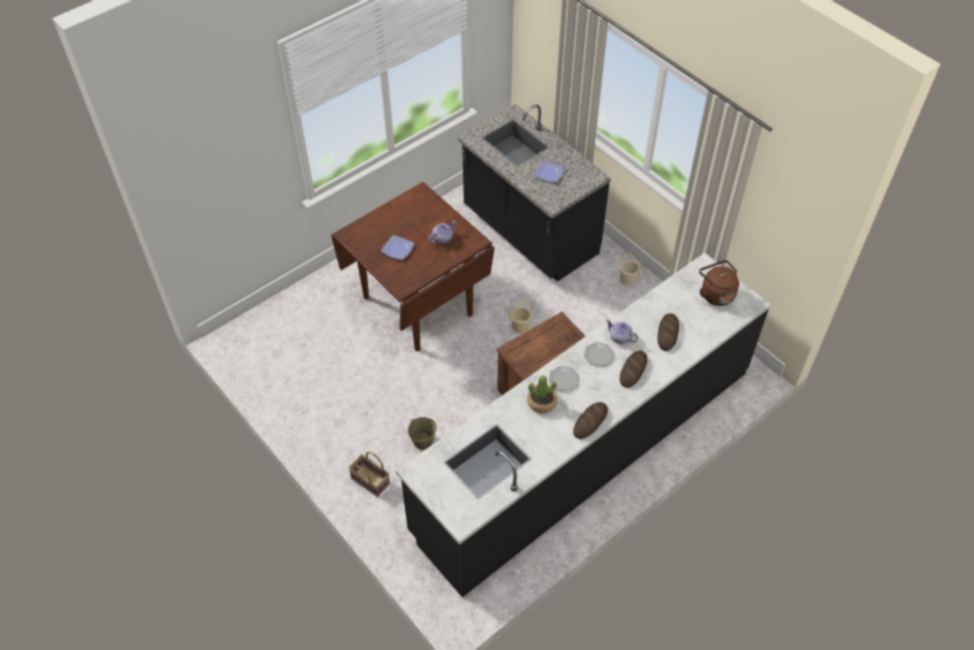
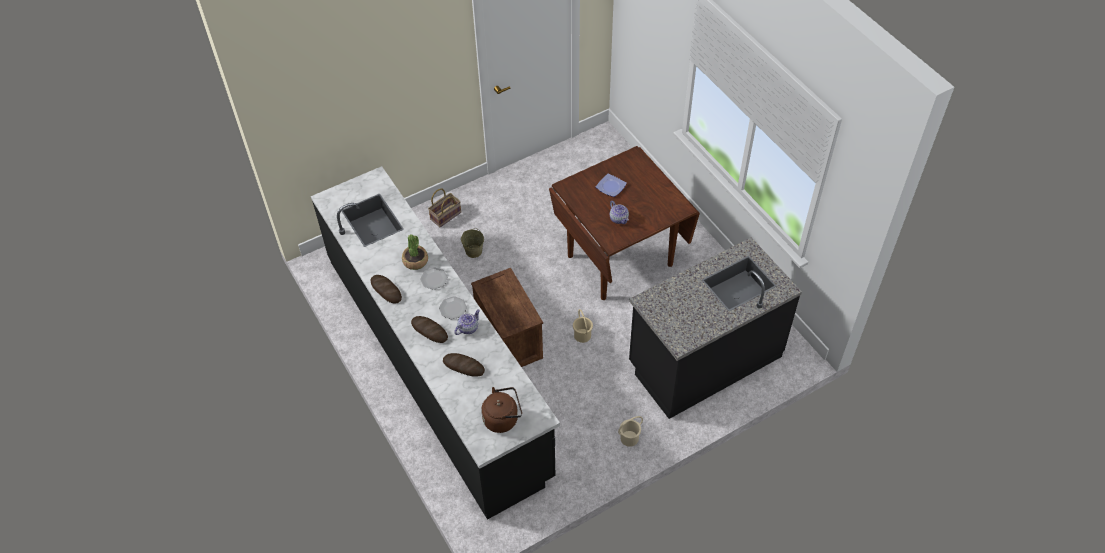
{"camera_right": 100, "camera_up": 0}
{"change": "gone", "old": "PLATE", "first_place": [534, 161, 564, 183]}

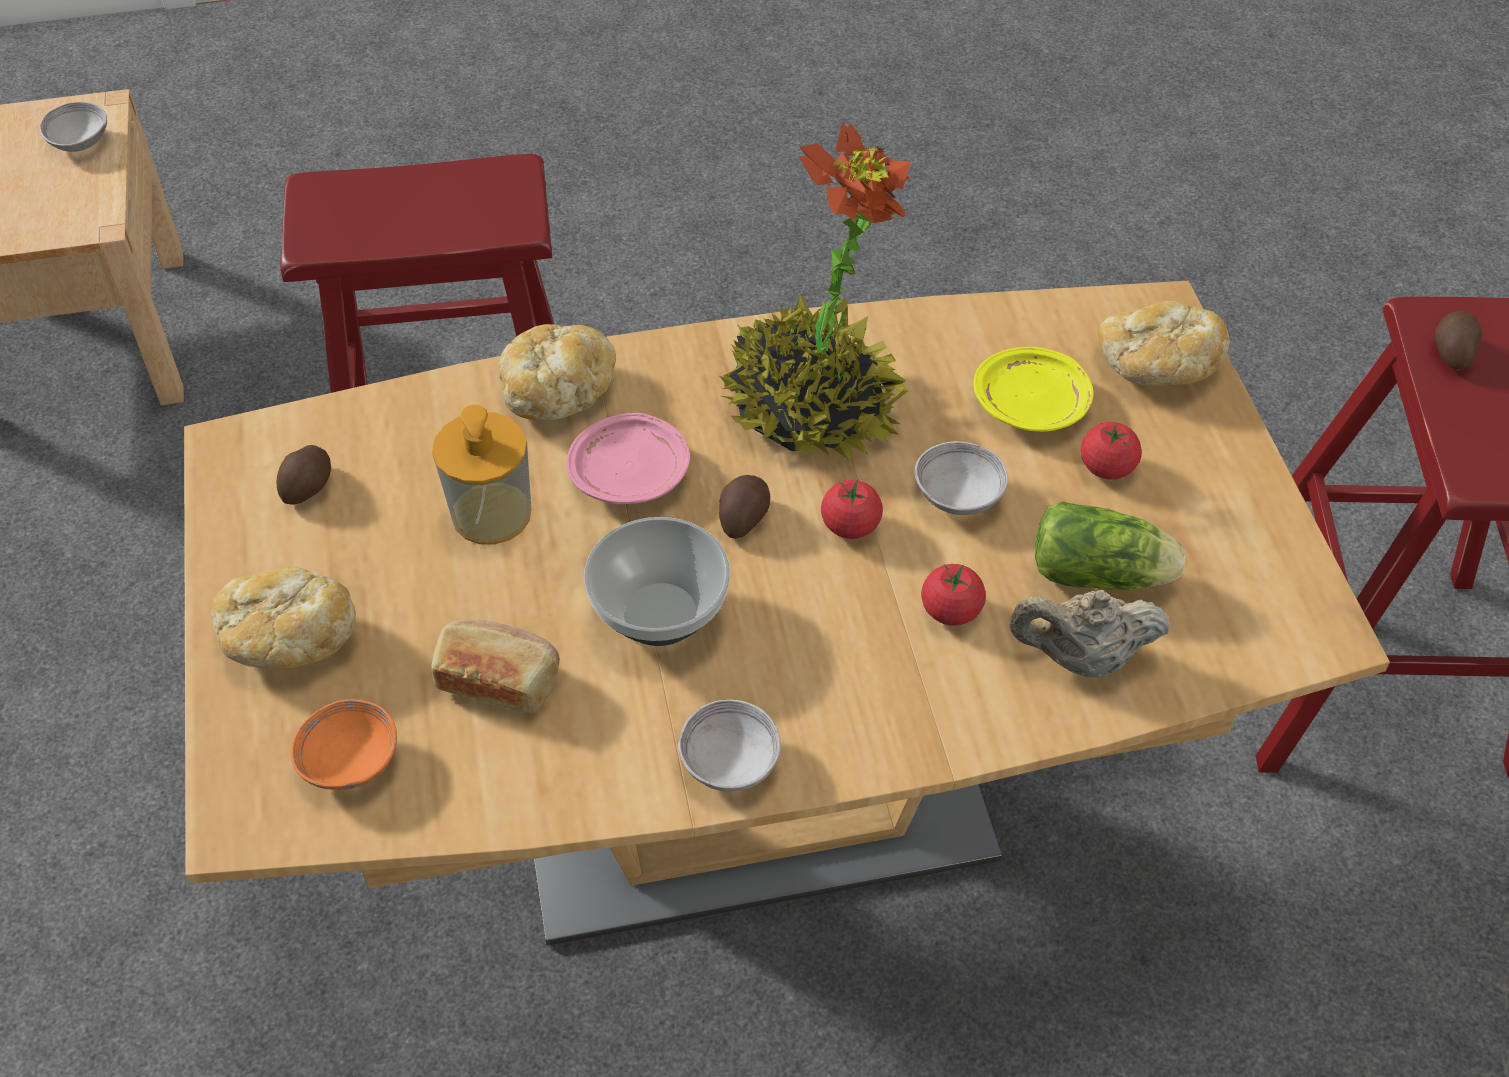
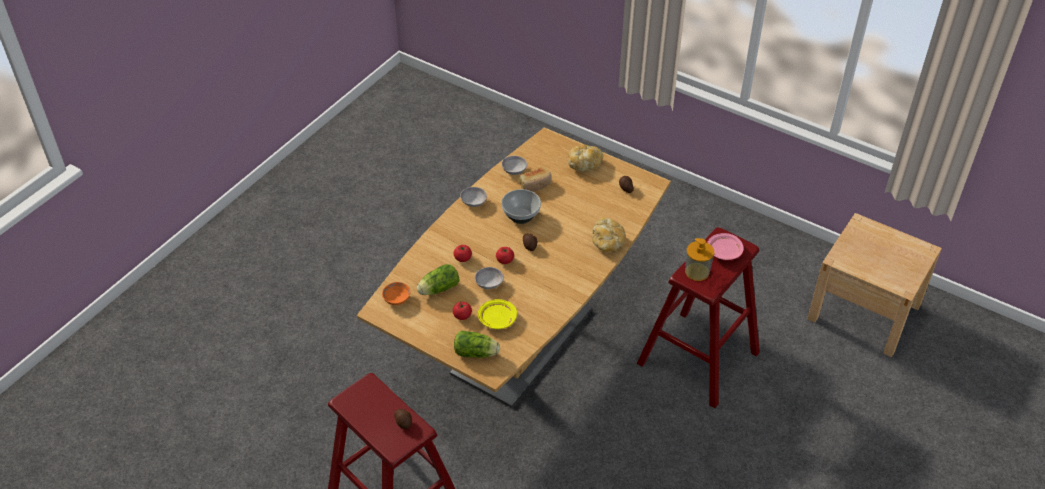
{"camera_right": 135, "camera_up": -5}
{"change": "shifted", "old": "GREY BOWL", "first_place": [40, 102, 107, 152], "second_place": [501, 156, 527, 175]}
{"change": "gone", "old": "POTTED PLANT", "first_place": [720, 122, 911, 460]}
{"change": "swapped", "old": "BREAD", "new": "LETTUCE", "first_place": [1098, 301, 1230, 386], "second_place": [454, 330, 500, 358]}
{"change": "shifted", "old": "SOAP DISPENSER", "first_place": [432, 405, 531, 545], "second_place": [685, 238, 714, 281]}
{"change": "shifted", "old": "PINK PLATE", "first_place": [566, 413, 690, 504], "second_place": [707, 233, 744, 260]}
{"change": "gone", "old": "BEIGE TEAPOT", "first_place": [1009, 590, 1171, 677]}
{"change": "shifted", "old": "ORANGE BOWL", "first_place": [291, 699, 397, 790], "second_place": [382, 282, 410, 305]}

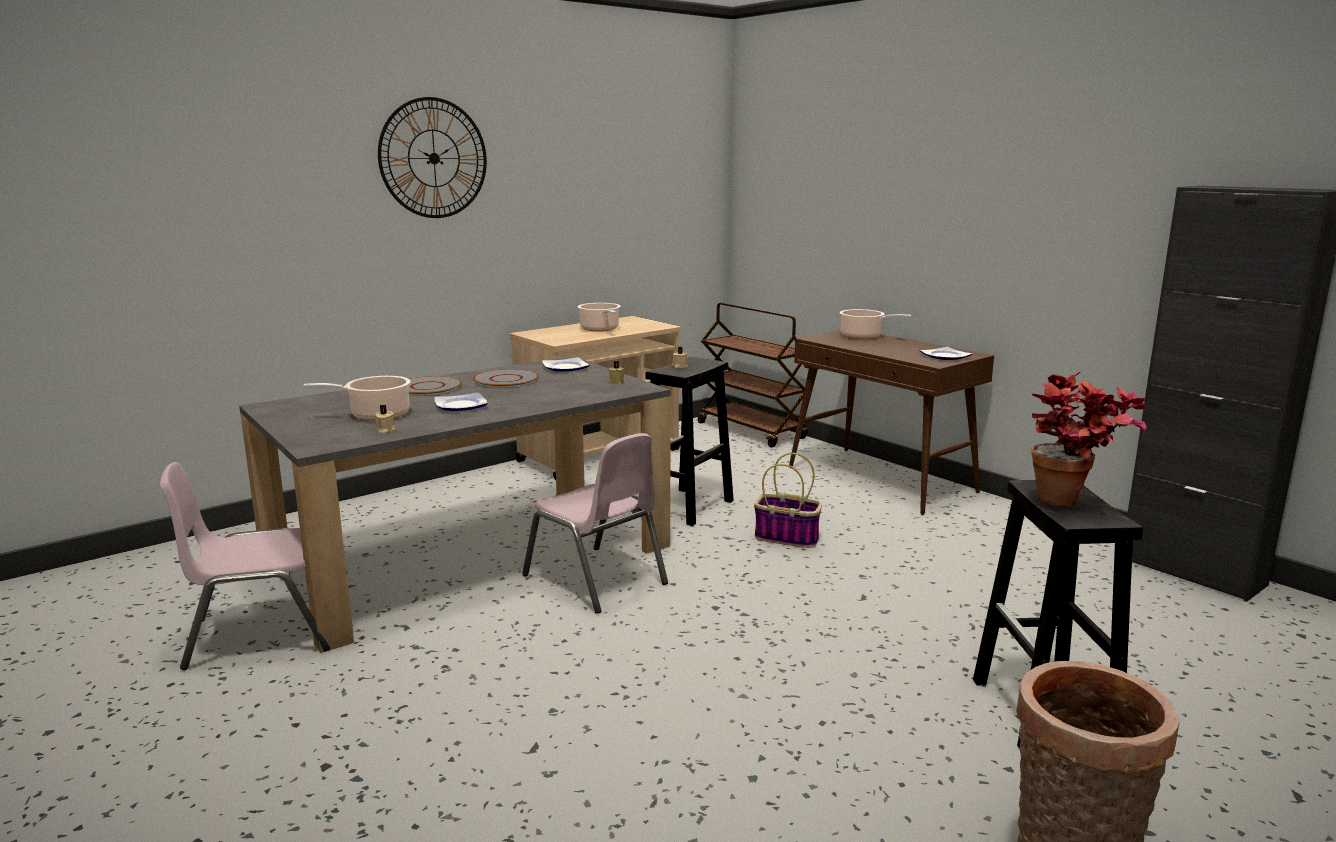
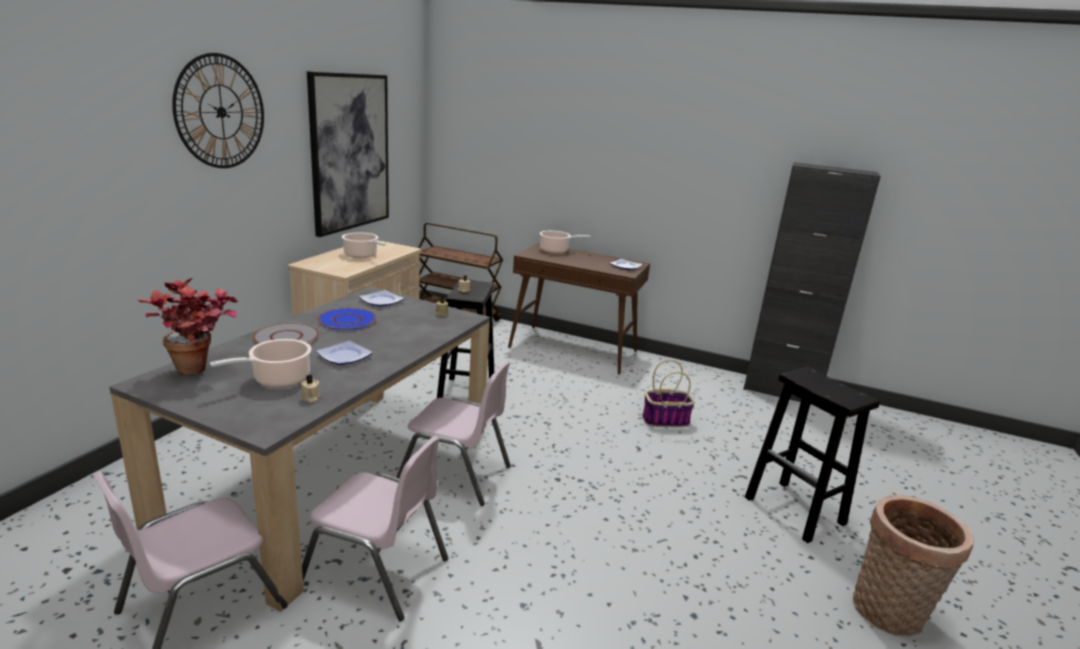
{"camera_right": -30, "camera_up": 5}
{"change": "repainted", "old": "GREY PLATE", "new": "BLUE PLATE", "first_place": [473, 369, 539, 387], "second_place": [318, 308, 377, 330]}
{"change": "shifted", "old": "POTTED PLANT", "first_place": [1031, 372, 1147, 507], "second_place": [138, 278, 238, 375]}
{"change": "shifted", "old": "BASKET", "first_place": [754, 453, 822, 548], "second_place": [642, 360, 695, 427]}
{"change": "new", "new": "PICTURE", "second_place": [307, 71, 389, 237]}
{"change": "new", "new": "PINK CHAIR", "second_place": [302, 436, 448, 621]}

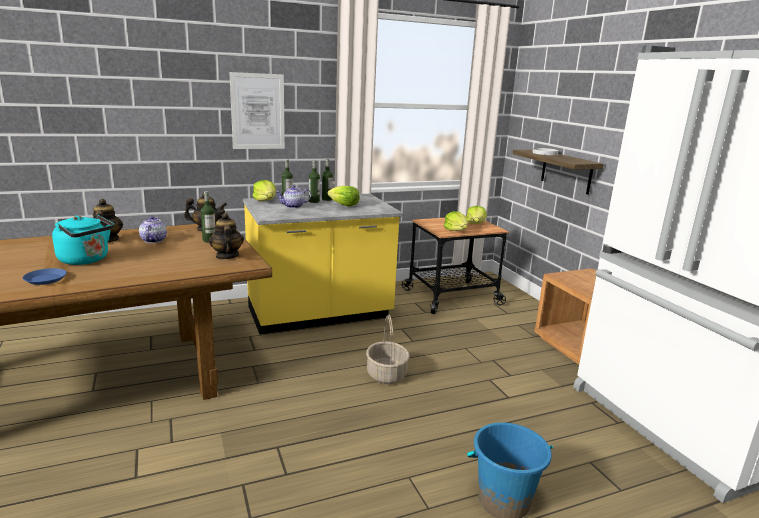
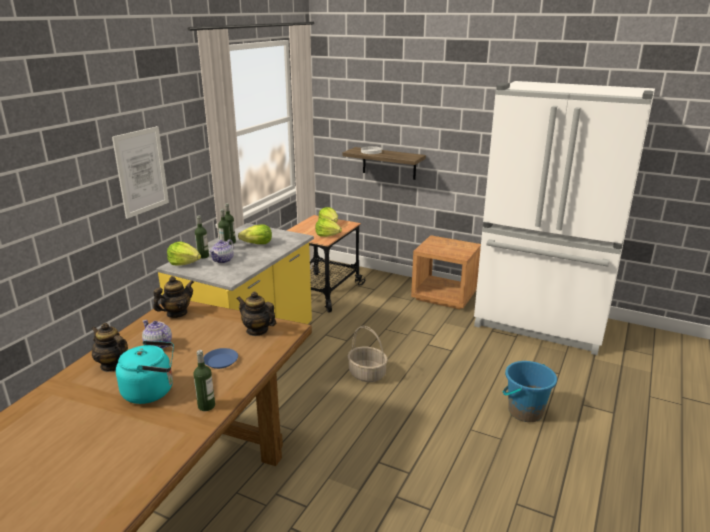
{"camera_right": -40, "camera_up": 5}
{"change": "shifted", "old": "BOTTLE", "first_place": [201, 191, 215, 242], "second_place": [193, 350, 215, 411]}
{"change": "shifted", "old": "BLUE PLATE", "first_place": [23, 268, 67, 285], "second_place": [204, 348, 238, 369]}

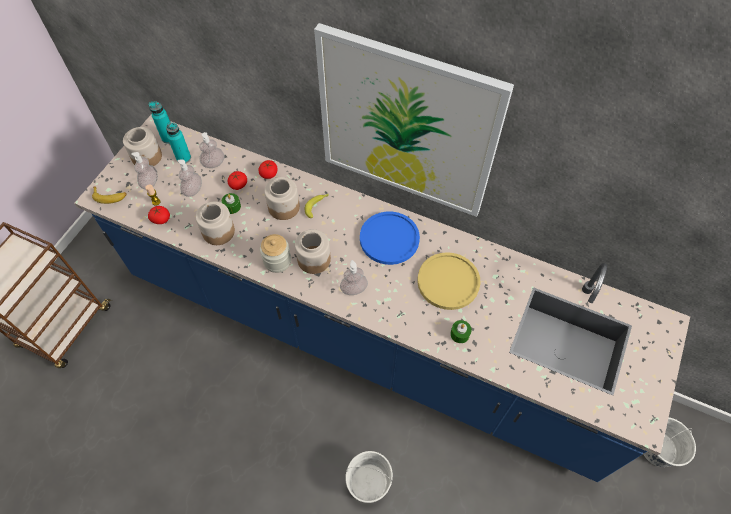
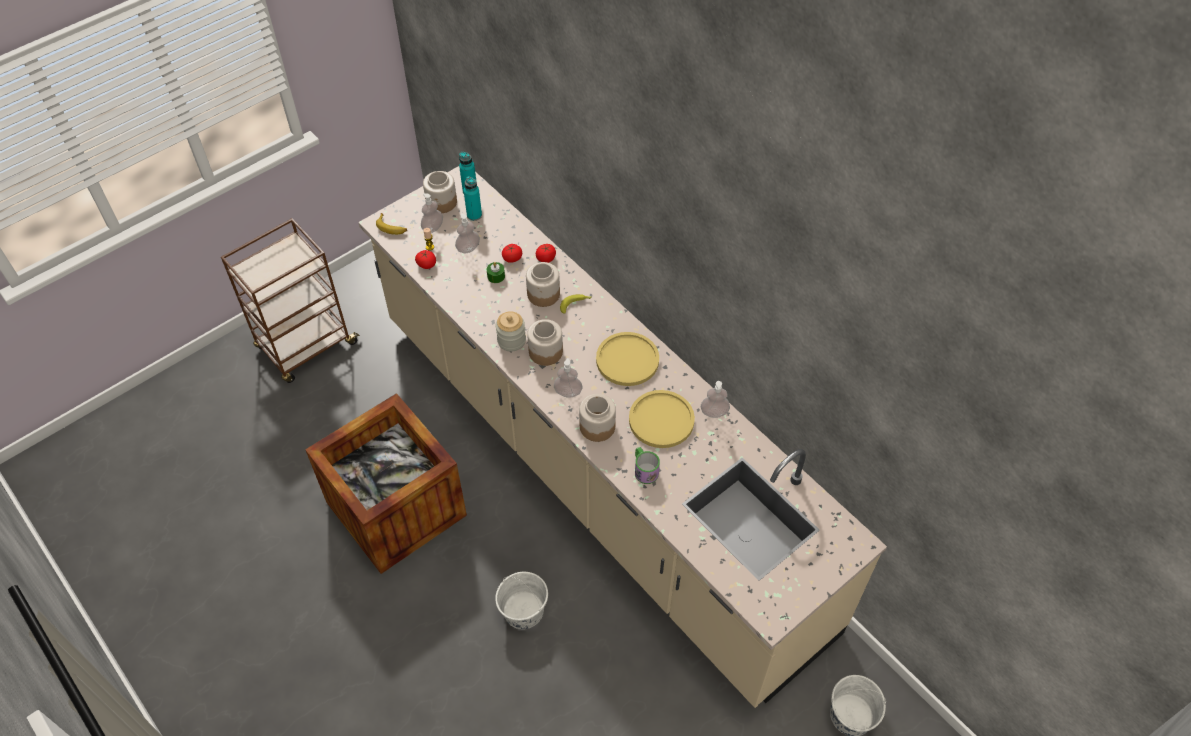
{"camera_right": 25, "camera_up": -5}
{"change": "gone", "old": "PICTURE", "first_place": [314, 23, 514, 217]}
{"change": "repainted", "old": "BLUE COUNTER", "new": "BEIGE COUNTER", "first_place": [74, 114, 690, 482], "second_place": [358, 166, 887, 708]}
{"change": "shifted", "old": "SOAP DISPENSER", "first_place": [199, 132, 225, 168], "second_place": [701, 381, 730, 418]}
{"change": "shifted", "old": "JAR", "first_place": [196, 201, 235, 245], "second_place": [579, 394, 616, 442]}
{"change": "repainted", "old": "BLUE PLATE", "new": "YELLOW PLATE", "first_place": [360, 211, 420, 265], "second_place": [596, 332, 659, 386]}
{"change": "swapped", "old": "GREEN CANDLE", "new": "MUG", "first_place": [450, 320, 472, 343], "second_place": [635, 447, 660, 484]}
{"change": "new", "new": "CRATE", "second_place": [305, 393, 467, 574]}

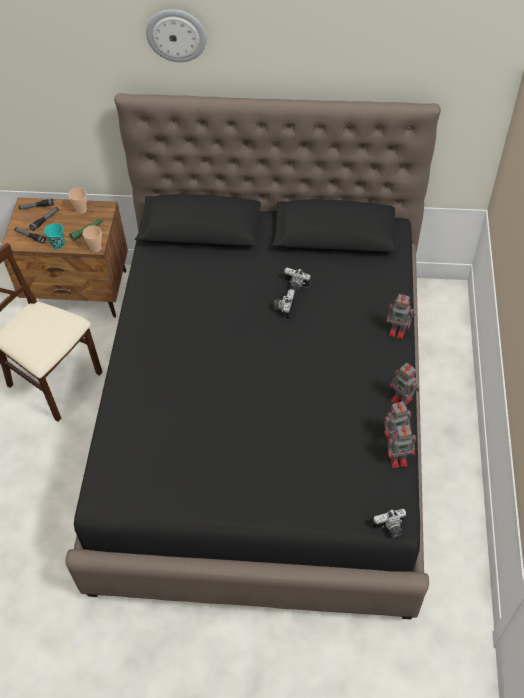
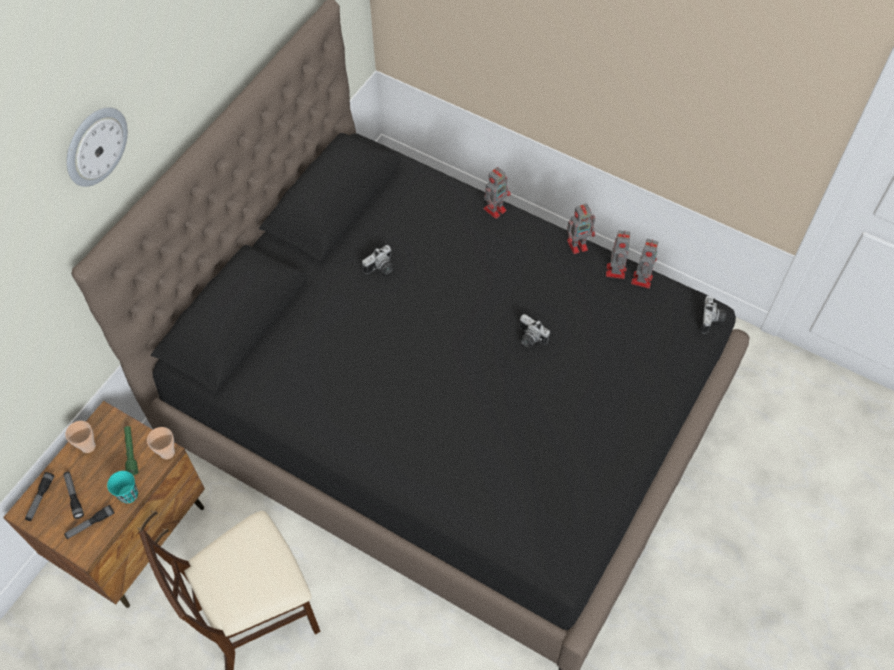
{"camera_right": -65, "camera_up": 5}
{"change": "shifted", "old": "PHOTO CAMERA", "first_place": [273, 289, 295, 319], "second_place": [520, 314, 550, 347]}

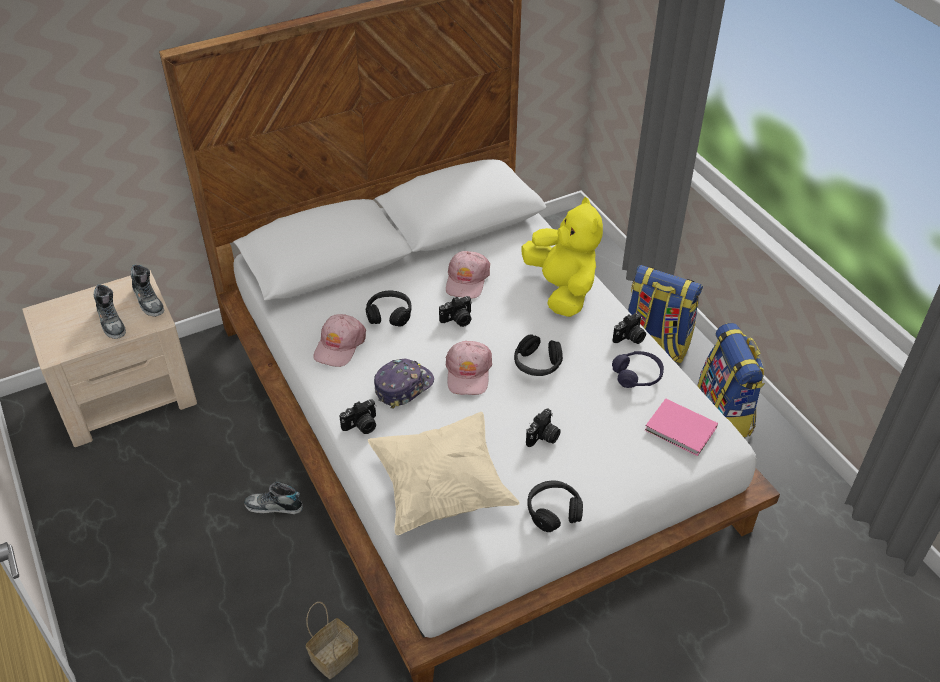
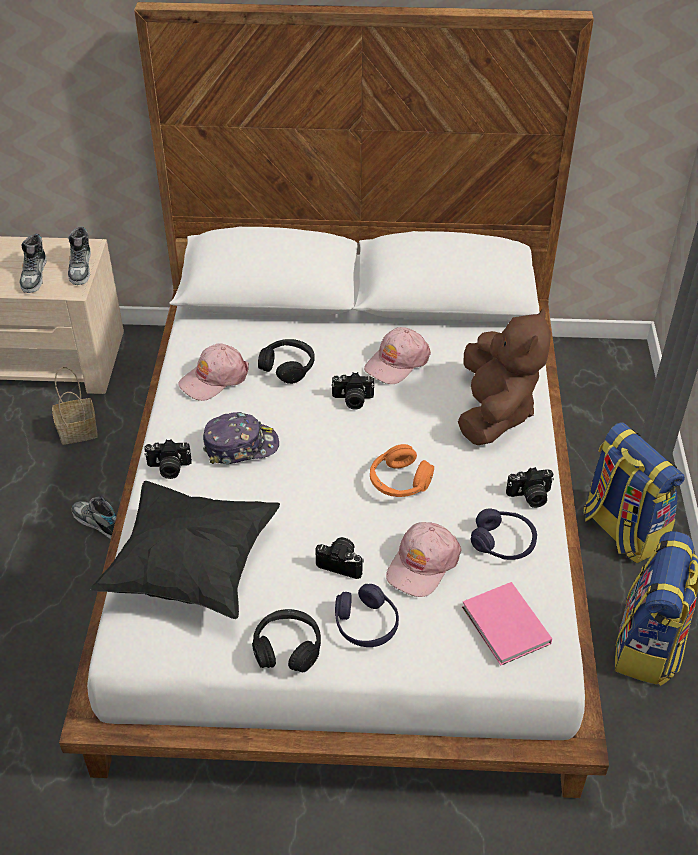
{"camera_right": 30, "camera_up": 0}
{"change": "repainted", "old": "YELLOW PLUSH TOY", "new": "BROWN PLUSH TOY", "first_place": [522, 197, 603, 317], "second_place": [458, 308, 551, 445]}
{"change": "repainted", "old": "BLACK HEADPHONES", "new": "ORANGE HEADPHONES", "first_place": [514, 334, 563, 376], "second_place": [370, 444, 434, 497]}
{"change": "shifted", "old": "PINK CAP", "first_place": [445, 341, 492, 395], "second_place": [386, 522, 462, 597]}
{"change": "rotated", "old": "PHOTO CAMERA", "first_place": [526, 409, 561, 447], "second_place": [315, 537, 364, 579], "degrees": -135}
{"change": "repainted", "old": "BEIGE PILLOW", "new": "BLACK PILLOW", "first_place": [368, 412, 520, 535], "second_place": [90, 481, 280, 619]}
{"change": "shifted", "old": "BASKET", "first_place": [306, 602, 359, 679], "second_place": [52, 367, 98, 445]}
{"change": "new", "new": "PURPLE HEADPHONES", "second_place": [335, 584, 399, 647]}

